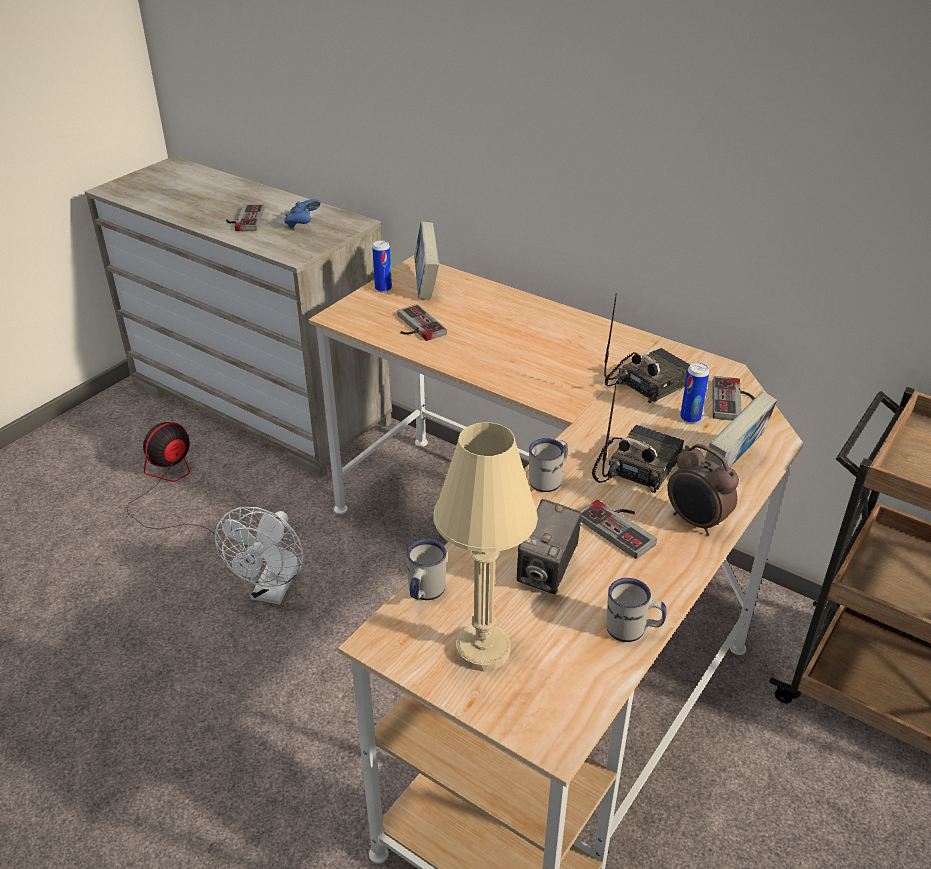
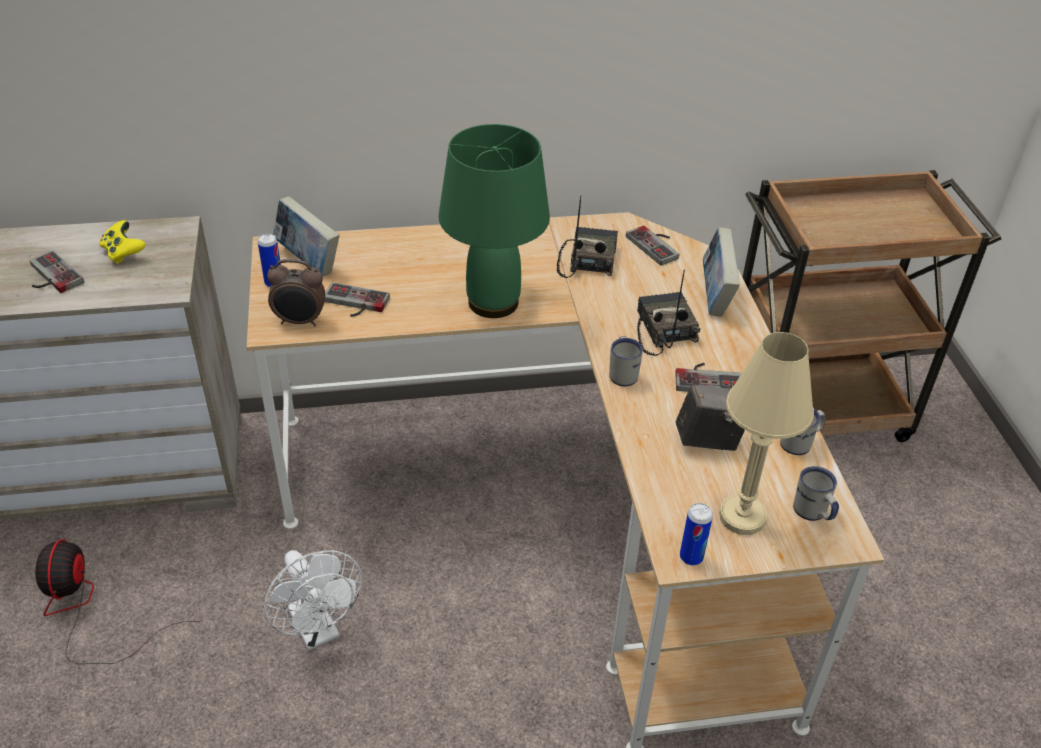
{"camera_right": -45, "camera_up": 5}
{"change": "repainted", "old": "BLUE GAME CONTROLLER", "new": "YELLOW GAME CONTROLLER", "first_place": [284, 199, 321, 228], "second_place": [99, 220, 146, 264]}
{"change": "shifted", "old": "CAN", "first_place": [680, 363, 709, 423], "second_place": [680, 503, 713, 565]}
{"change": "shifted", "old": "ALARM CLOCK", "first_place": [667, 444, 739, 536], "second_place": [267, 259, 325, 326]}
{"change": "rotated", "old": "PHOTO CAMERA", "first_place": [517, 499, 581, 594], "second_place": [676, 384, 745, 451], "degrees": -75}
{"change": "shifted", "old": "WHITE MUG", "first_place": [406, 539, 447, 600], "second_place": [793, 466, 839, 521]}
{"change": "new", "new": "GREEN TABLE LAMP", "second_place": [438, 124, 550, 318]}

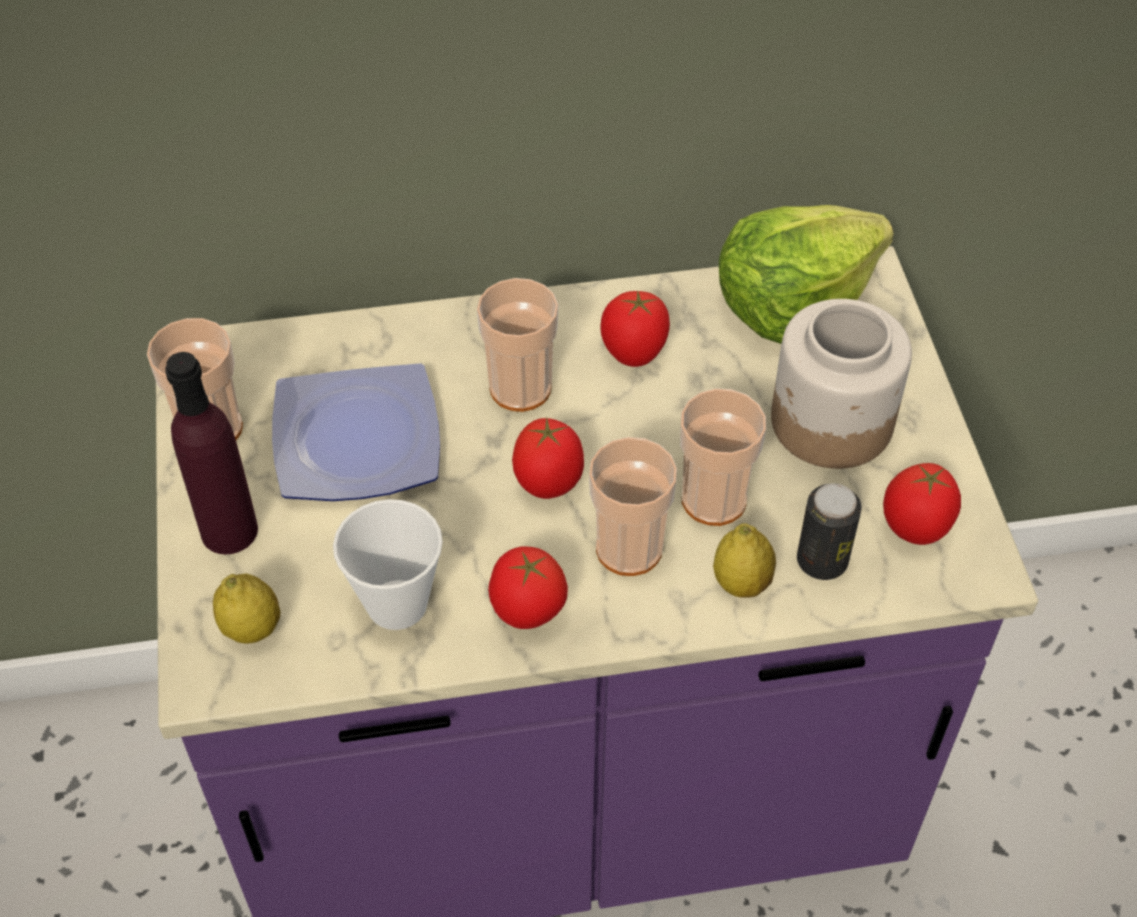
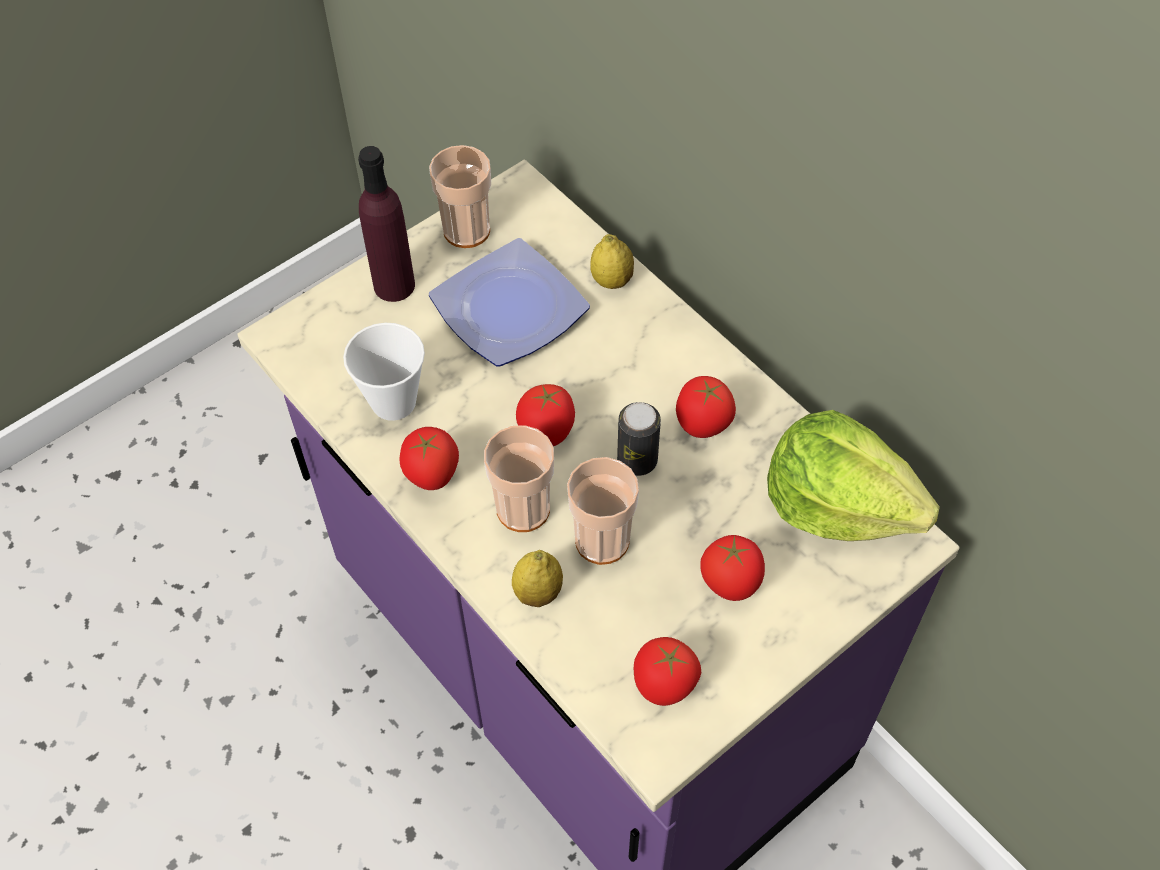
{"camera_right": 60, "camera_up": 5}
{"change": "gone", "old": "CUP", "first_place": [477, 278, 558, 412]}
{"change": "swapped", "old": "JAR", "new": "TOMATO", "first_place": [771, 299, 912, 469], "second_place": [700, 535, 765, 601]}
{"change": "shifted", "old": "CAN", "first_place": [797, 483, 862, 580], "second_place": [617, 402, 661, 476]}
{"change": "shifted", "old": "LEMON", "first_place": [213, 574, 281, 644], "second_place": [590, 234, 634, 289]}

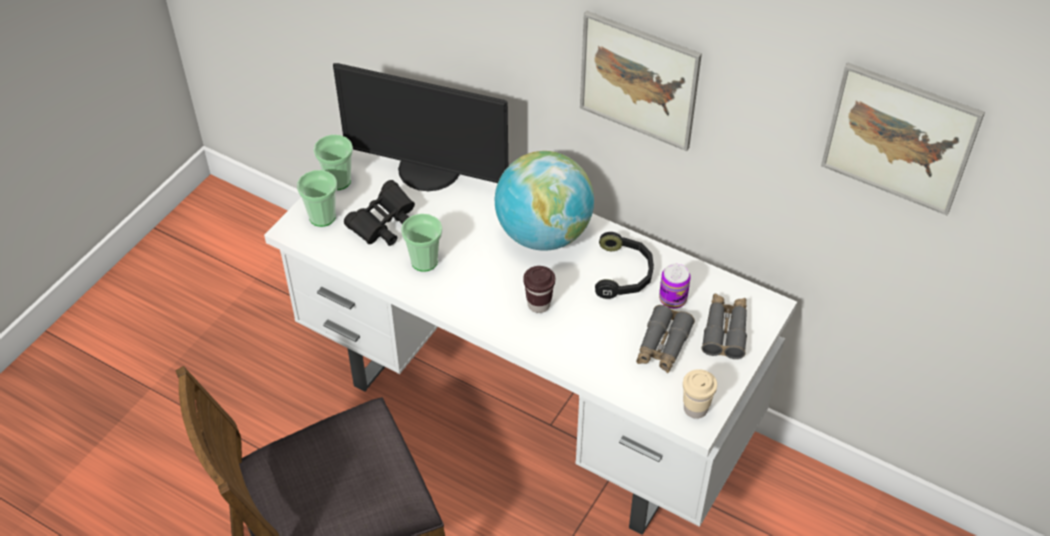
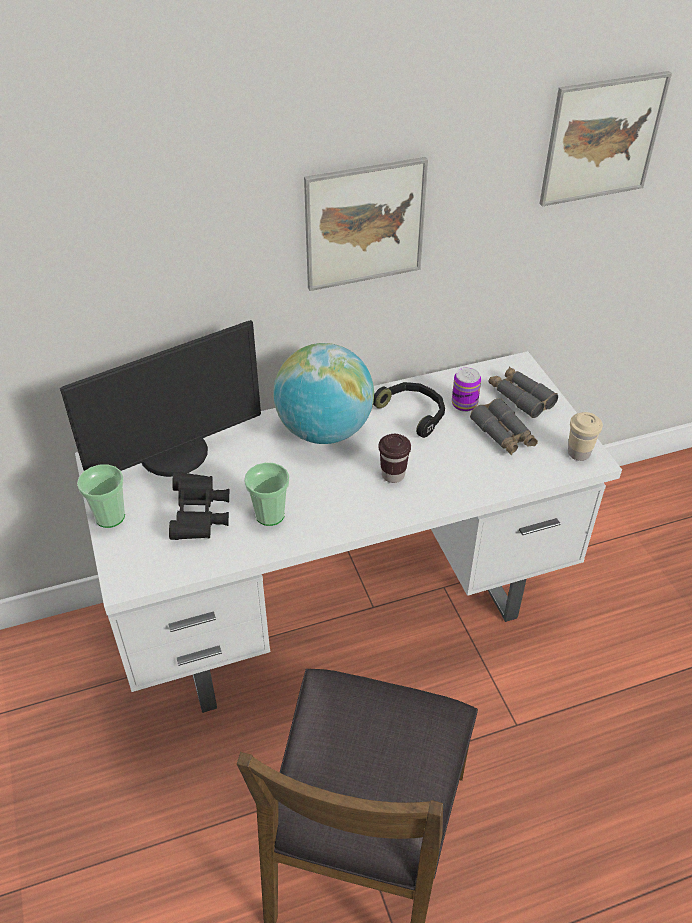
{"camera_right": -50, "camera_up": -5}
{"change": "gone", "old": "CUP", "first_place": [297, 170, 337, 227]}

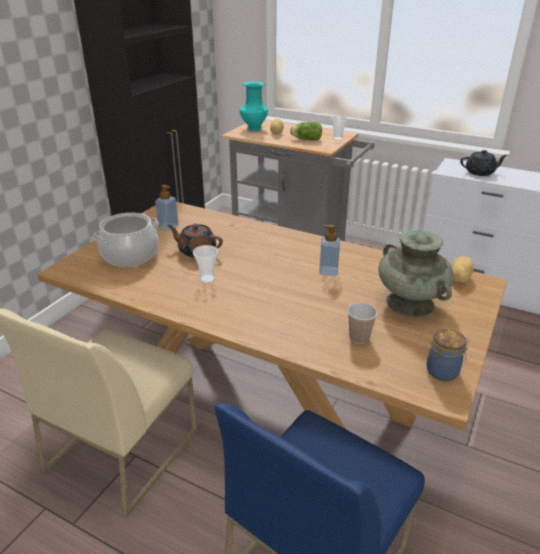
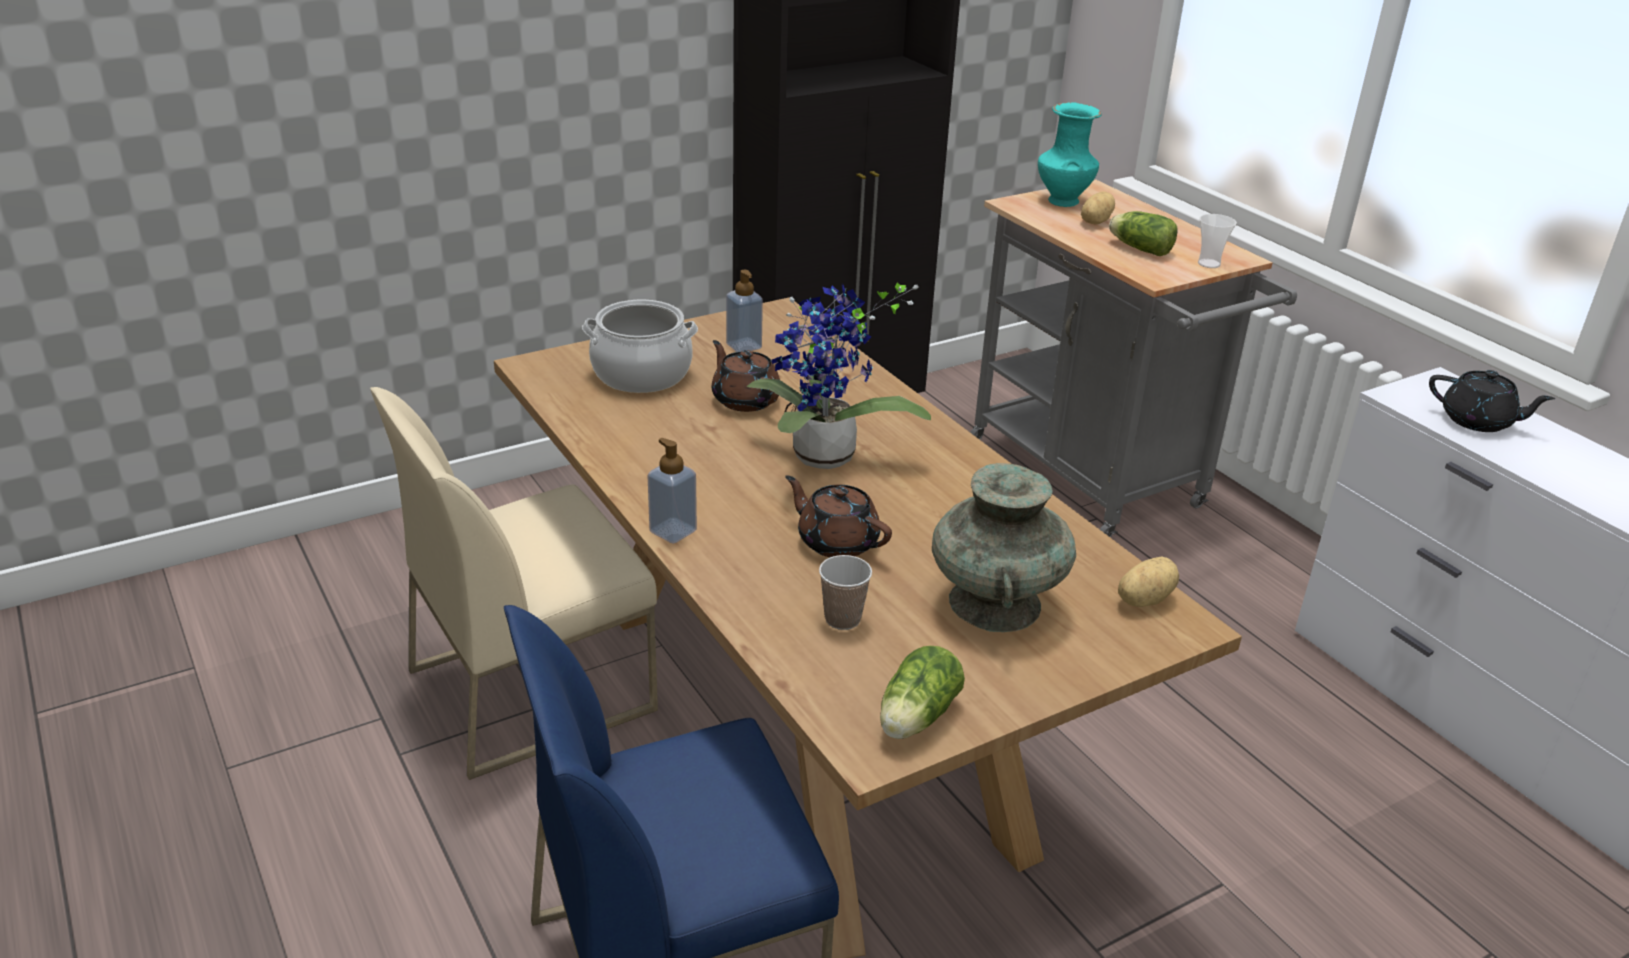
{"camera_right": 30, "camera_up": 0}
{"change": "shifted", "old": "SOAP DISPENSER", "first_place": [319, 225, 340, 276], "second_place": [648, 438, 697, 544]}
{"change": "gone", "old": "CUP", "first_place": [193, 245, 218, 283]}
{"change": "swapped", "old": "JAR", "new": "LETTUCE", "first_place": [426, 328, 470, 381], "second_place": [880, 646, 965, 739]}
{"change": "new", "new": "POTTED PLANT", "second_place": [747, 283, 931, 469]}
{"change": "new", "new": "BROWN TEAPOT", "second_place": [785, 475, 892, 557]}

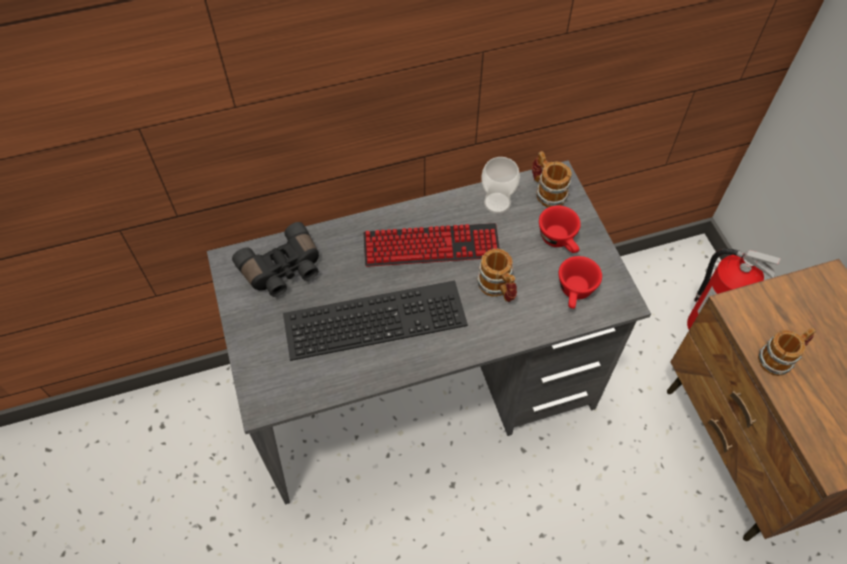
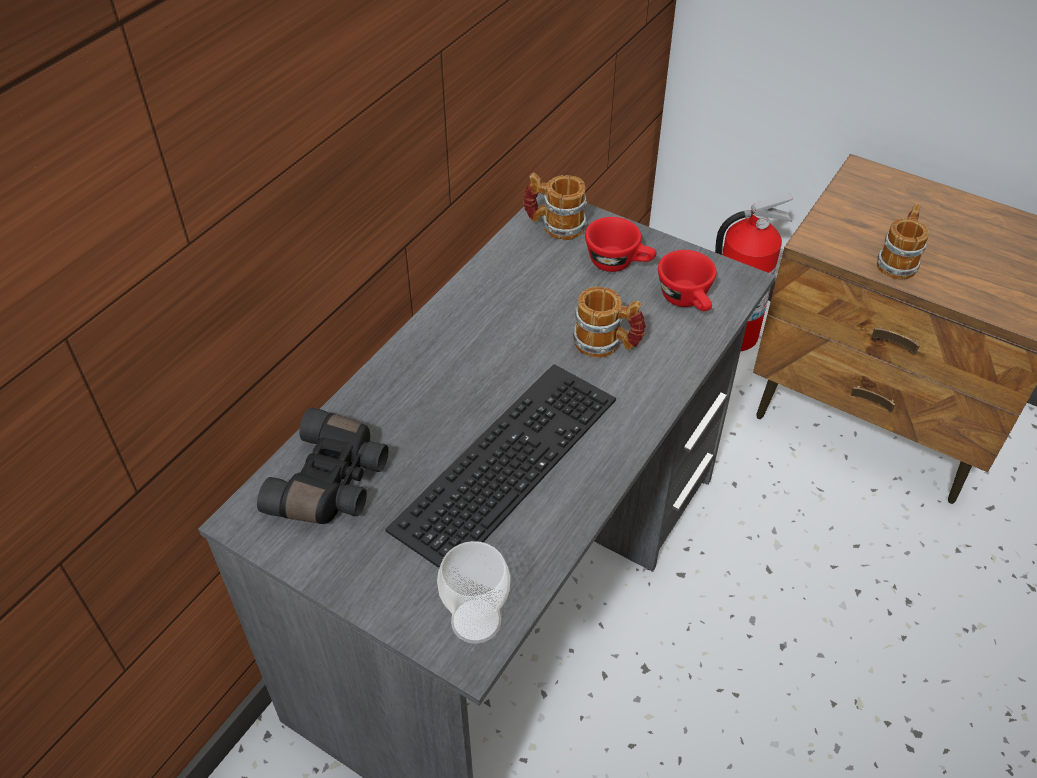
{"camera_right": -40, "camera_up": -10}
{"change": "shifted", "old": "CUP", "first_place": [481, 157, 520, 214], "second_place": [437, 541, 510, 644]}
{"change": "gone", "old": "KEYBOARD", "first_place": [363, 223, 500, 267]}

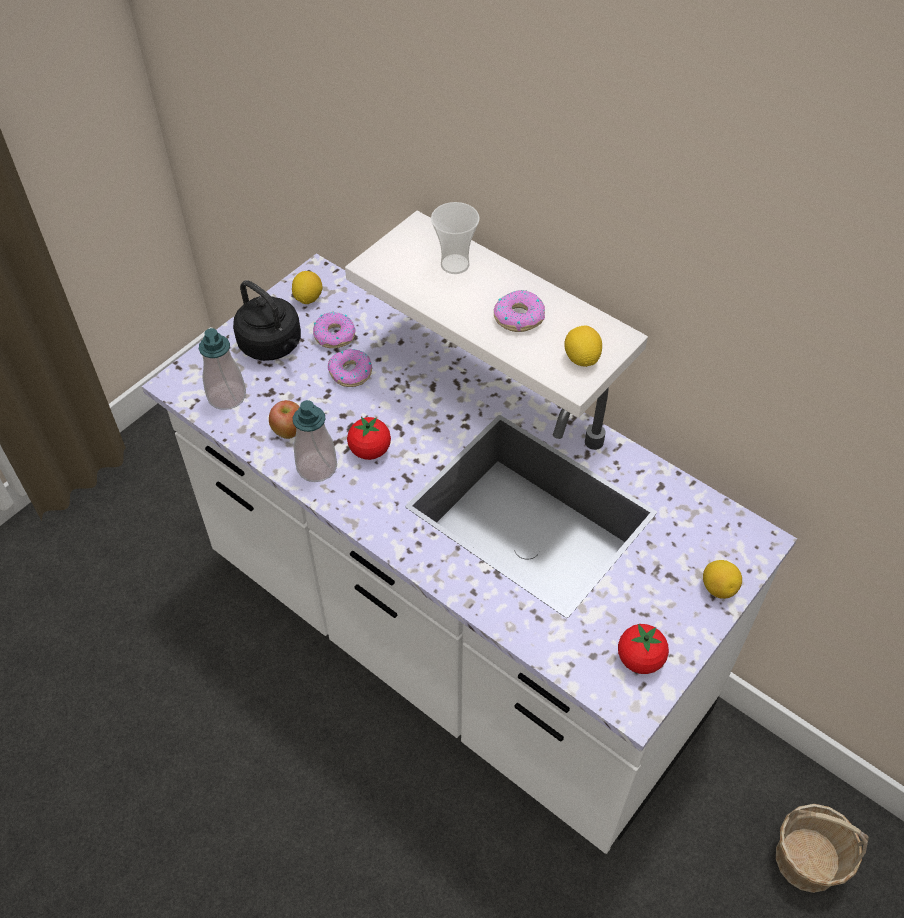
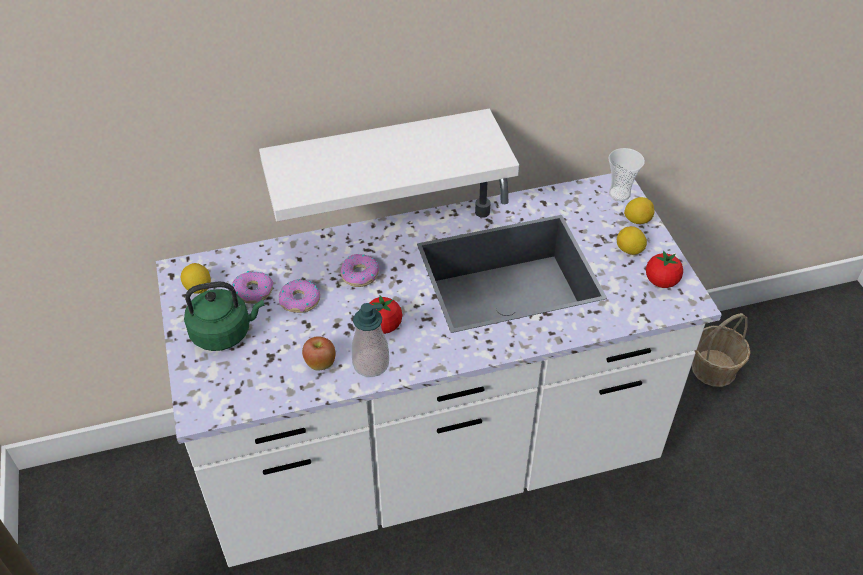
{"camera_right": -55, "camera_up": -5}
{"change": "shifted", "old": "CUP", "first_place": [431, 202, 480, 274], "second_place": [608, 148, 645, 201]}
{"change": "repainted", "old": "BLACK KETTLE", "new": "GREEN KETTLE", "first_place": [233, 280, 301, 361], "second_place": [184, 282, 264, 351]}
{"change": "shifted", "old": "DONUT", "first_place": [494, 290, 545, 332], "second_place": [341, 254, 379, 287]}
{"change": "shifted", "old": "LEMON", "first_place": [564, 325, 602, 367], "second_place": [617, 226, 647, 255]}
{"change": "gone", "old": "SOAP DISPENSER", "first_place": [199, 328, 246, 410]}

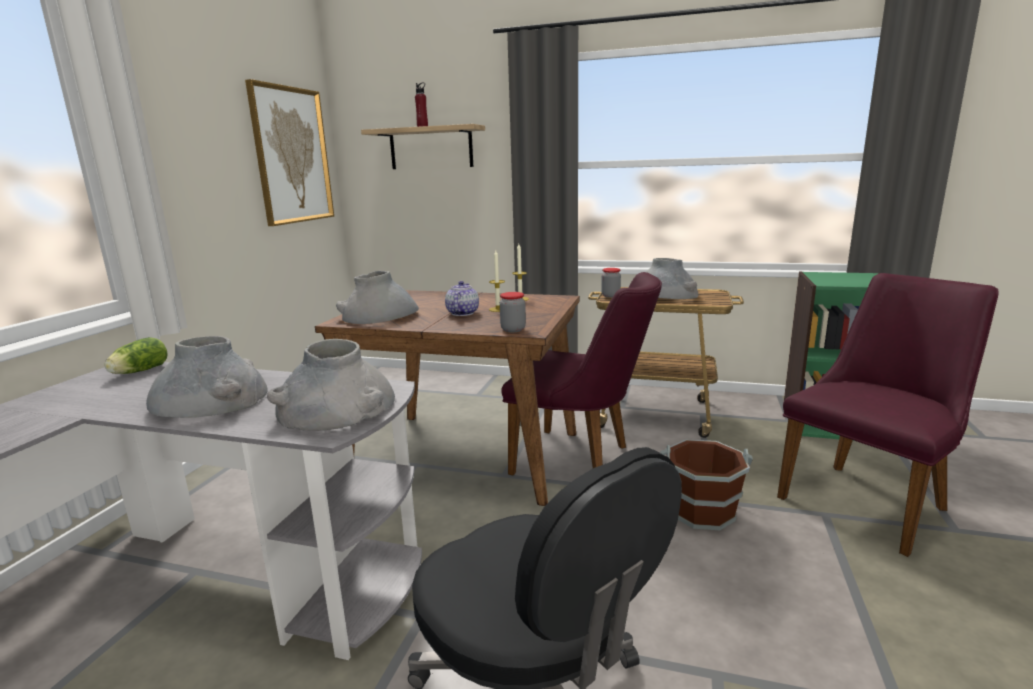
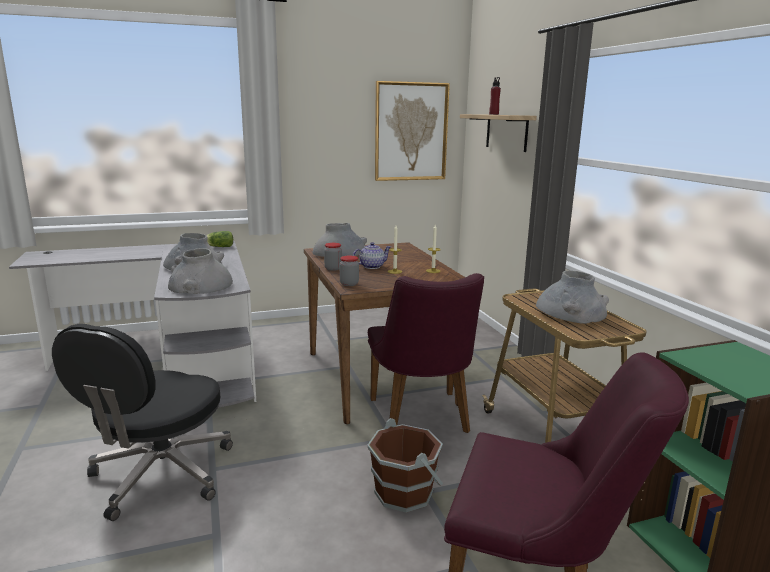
{"camera_right": 55, "camera_up": 0}
{"change": "shifted", "old": "JAR", "first_place": [601, 268, 621, 298], "second_place": [324, 243, 342, 271]}

